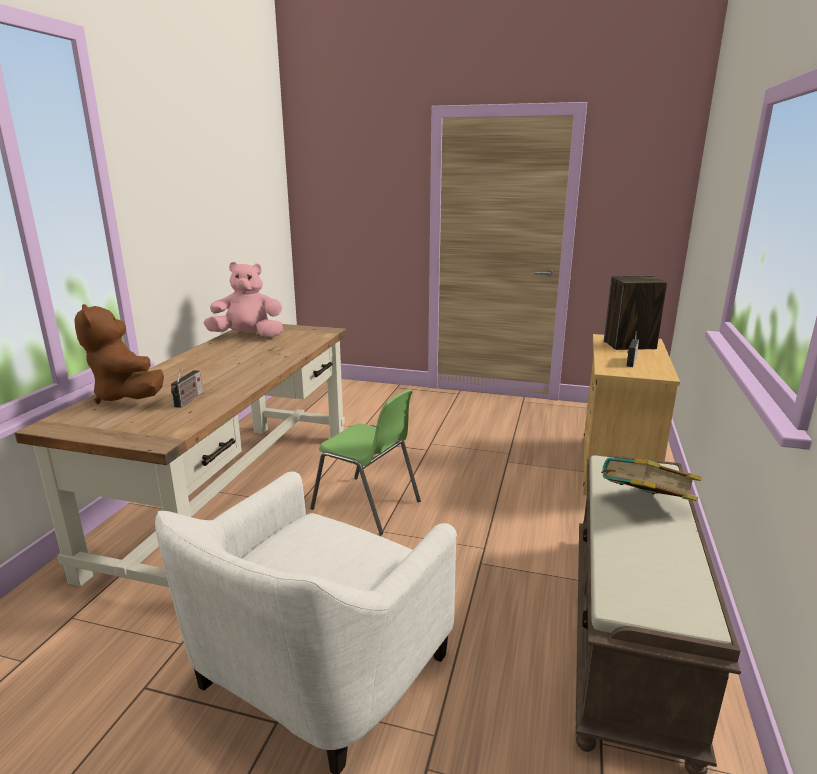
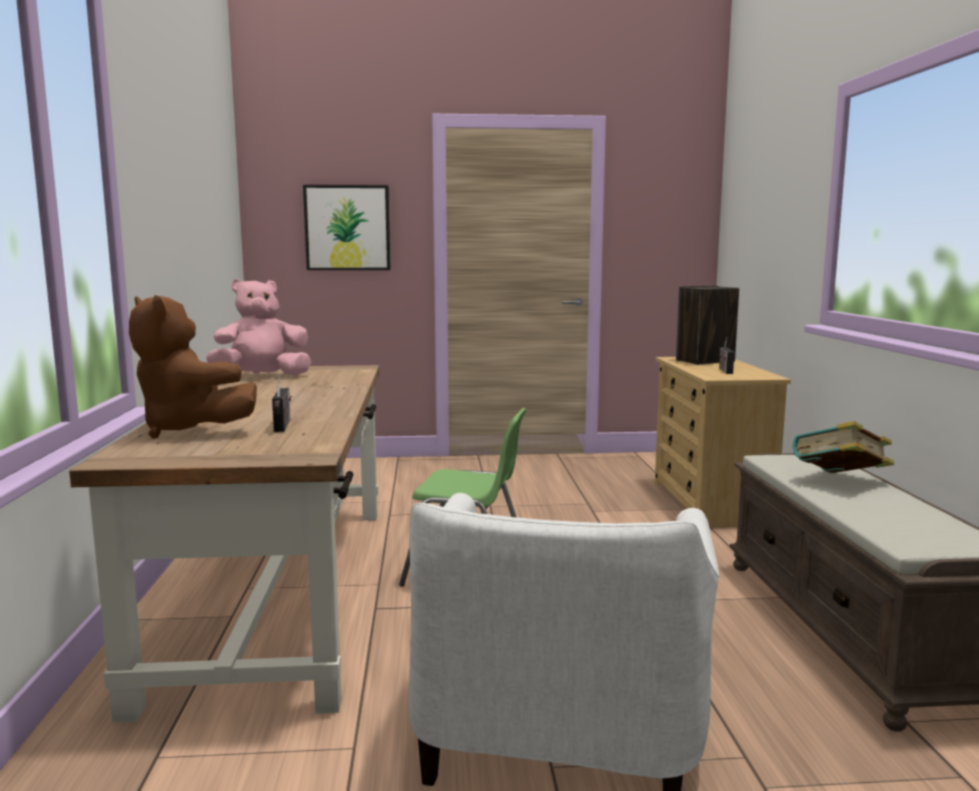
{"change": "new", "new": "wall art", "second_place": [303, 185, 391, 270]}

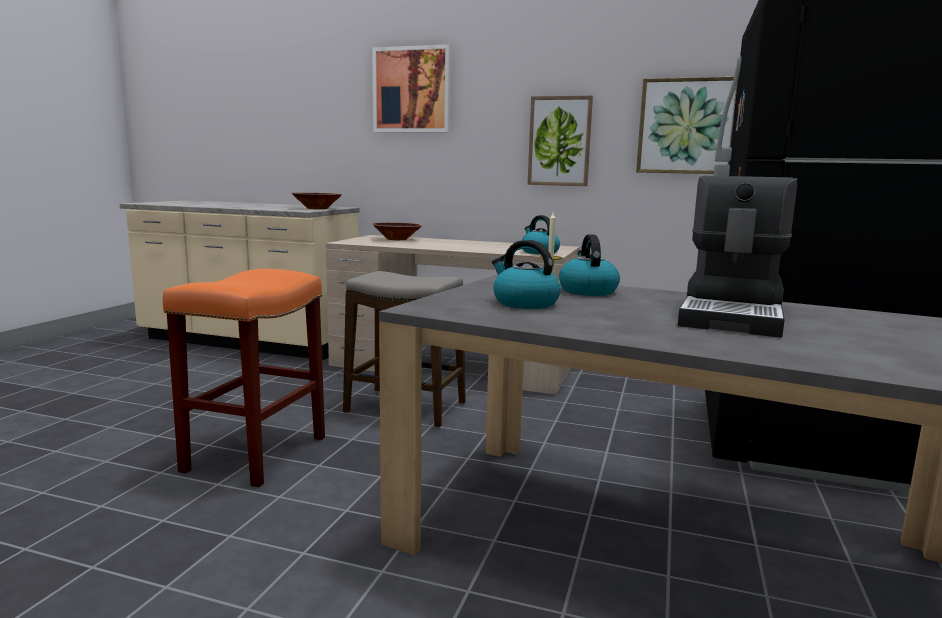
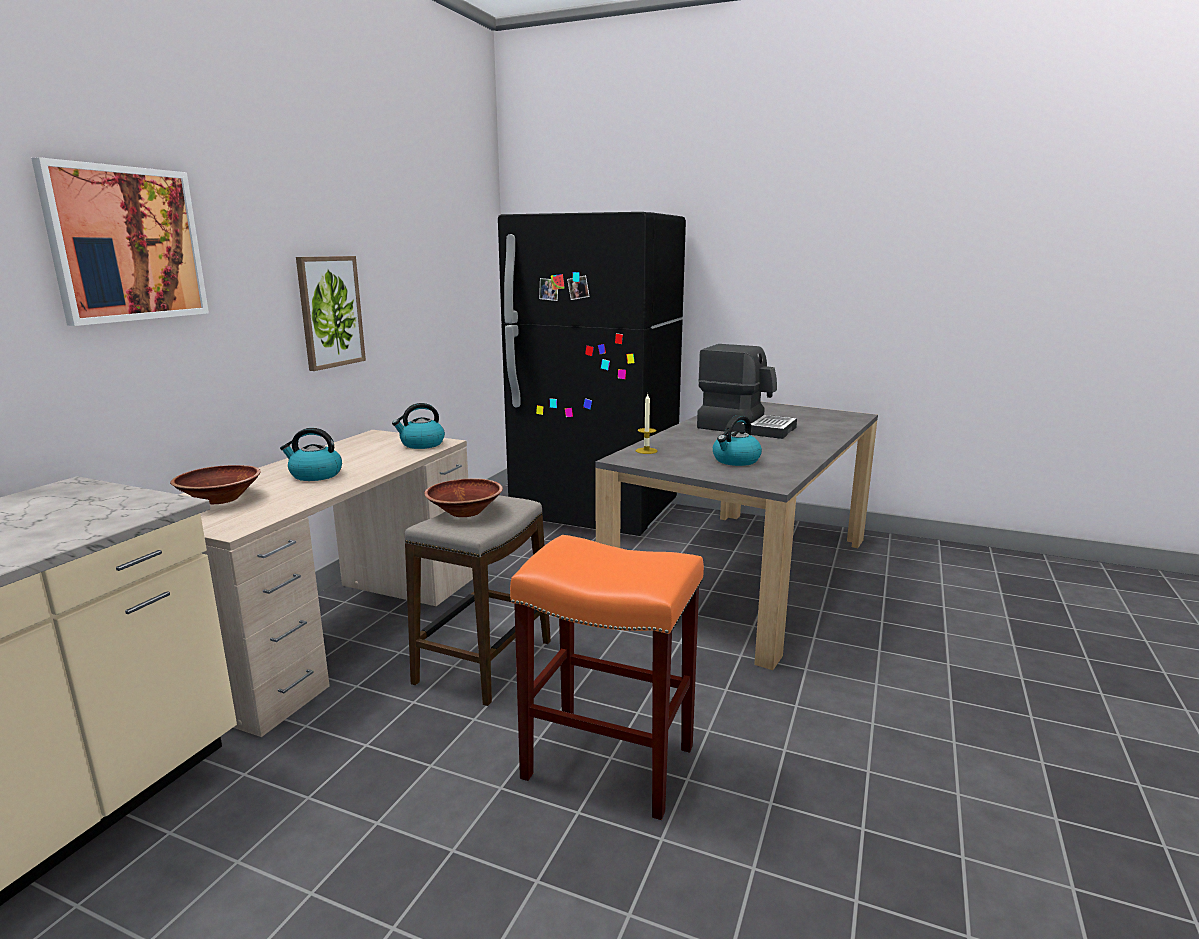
{"change": "gone", "old": "wall art", "first_place": [636, 77, 737, 174]}
{"change": "shifted", "old": "brown-coloured deep dish", "first_place": [292, 193, 342, 209], "second_place": [424, 478, 503, 517]}
{"change": "shifted", "old": "water kettle", "first_place": [559, 234, 620, 296], "second_place": [280, 428, 342, 481]}

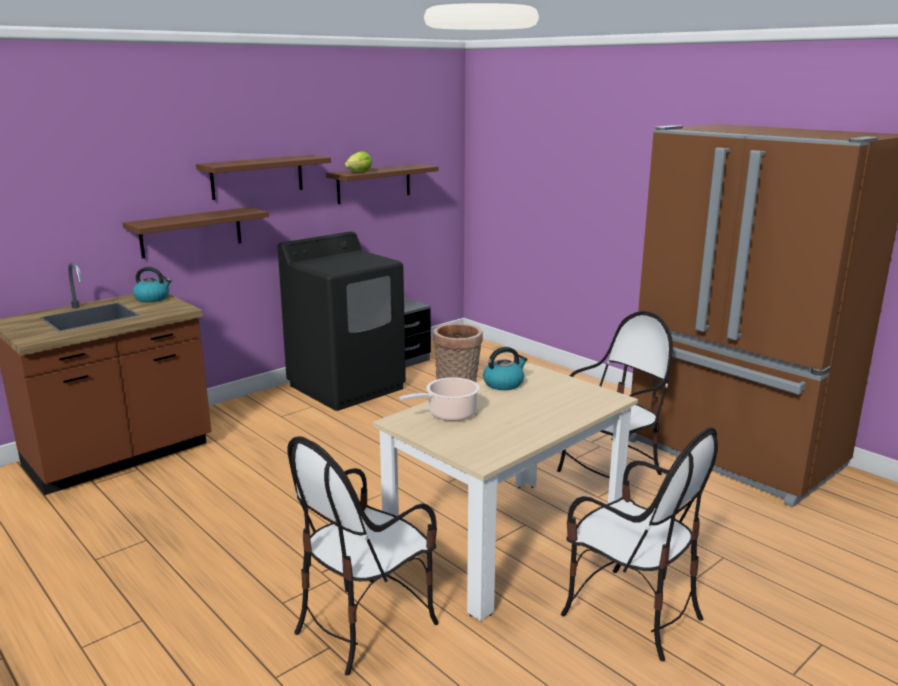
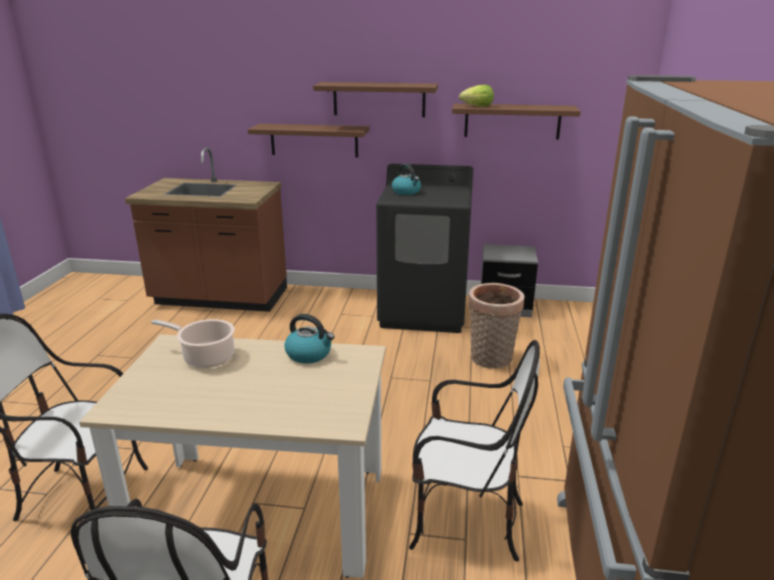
{"change": "shifted", "old": "water kettle", "first_place": [133, 267, 172, 302], "second_place": [392, 164, 421, 195]}

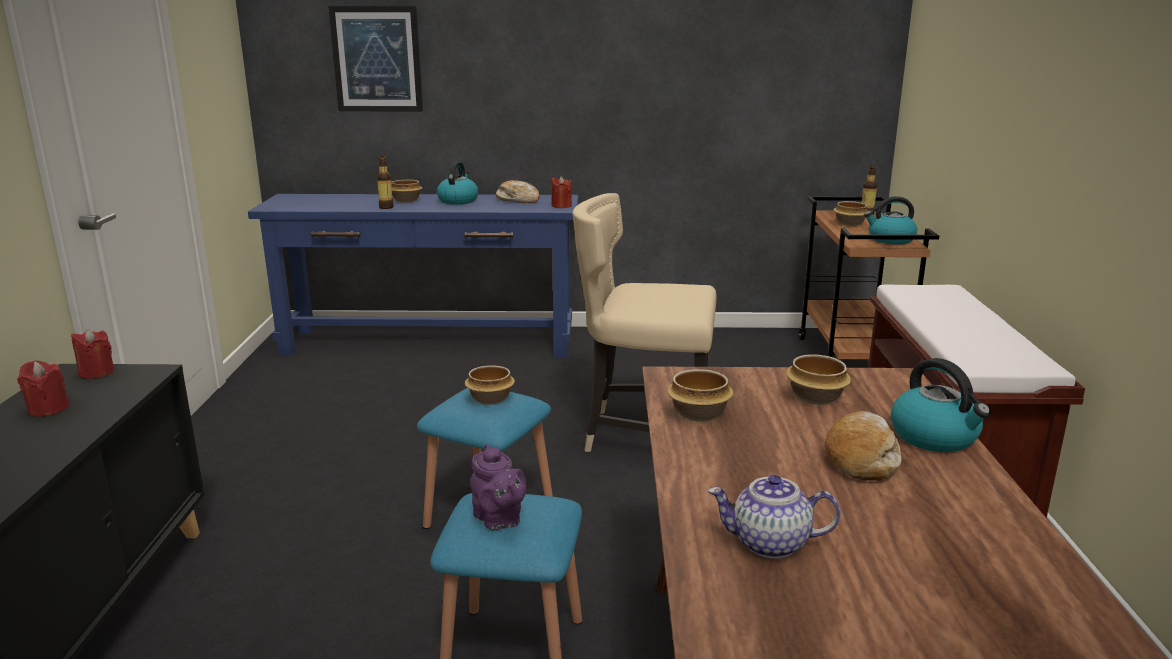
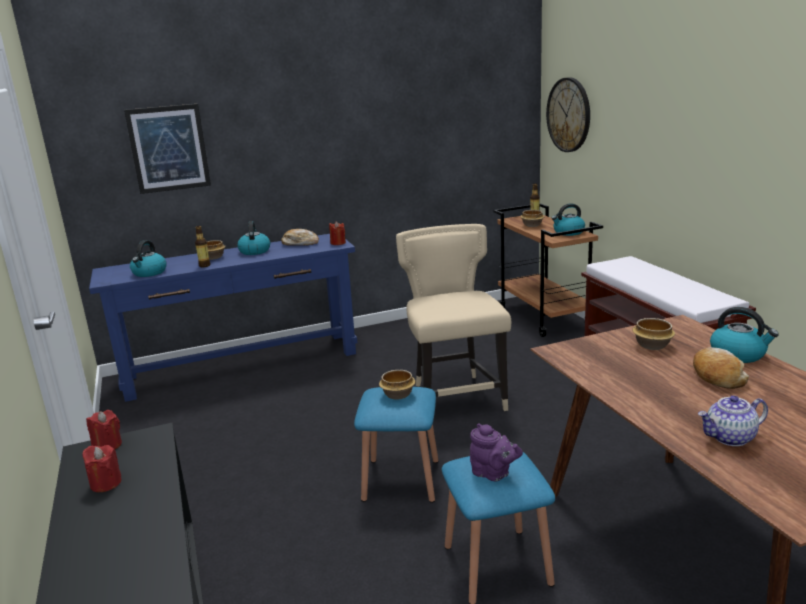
{"change": "rotated", "old": "sand-coloured upright chair", "first_place": [572, 193, 717, 452], "second_place": [396, 224, 511, 411], "degrees": 90}
{"change": "gone", "old": "deep dish", "first_place": [667, 369, 733, 422]}
{"change": "new", "new": "hanging clock", "second_place": [546, 77, 590, 152]}
{"change": "new", "new": "water kettle", "second_place": [130, 240, 167, 277]}

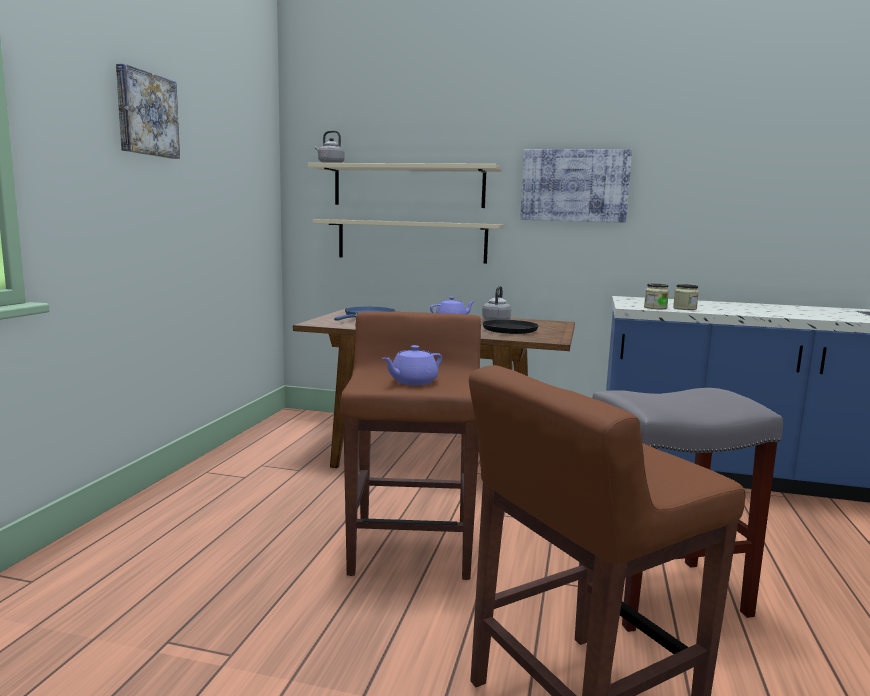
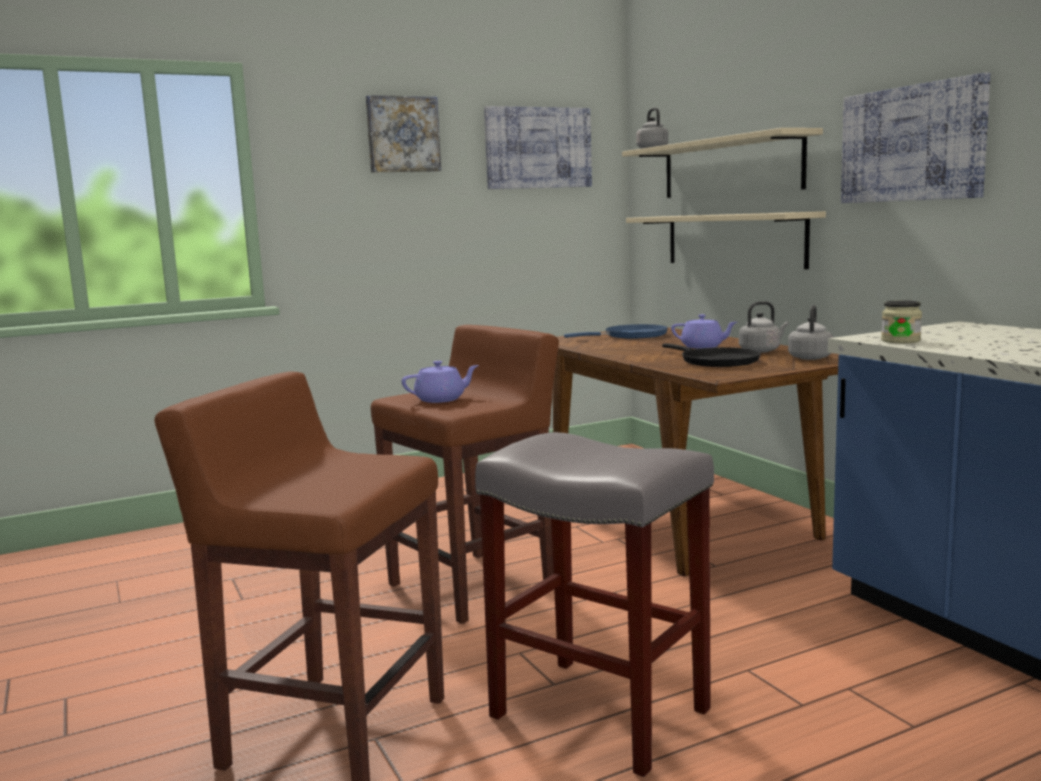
{"change": "gone", "old": "jar", "first_place": [673, 284, 699, 310]}
{"change": "rotated", "old": "purple teapot", "first_place": [382, 345, 442, 385], "second_place": [402, 361, 479, 403], "degrees": 150}
{"change": "new", "new": "wall art", "second_place": [484, 106, 592, 189]}
{"change": "new", "new": "grey water kettle", "second_place": [788, 305, 833, 360]}

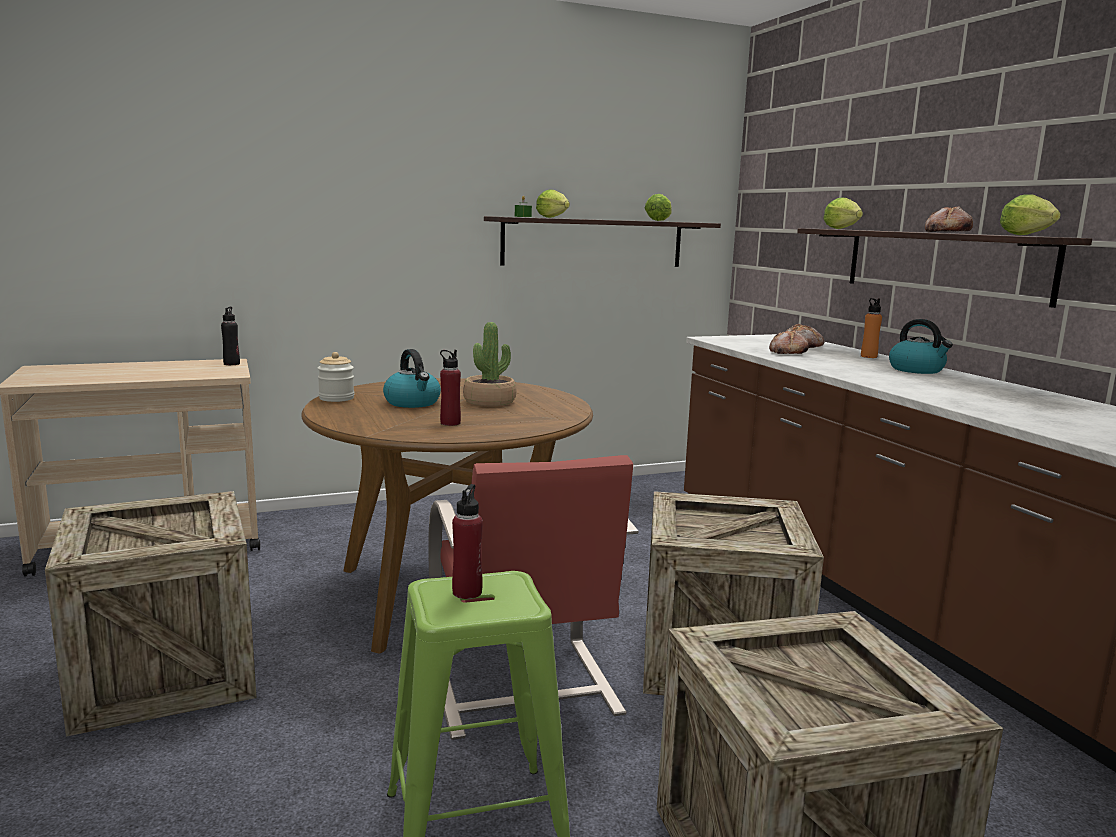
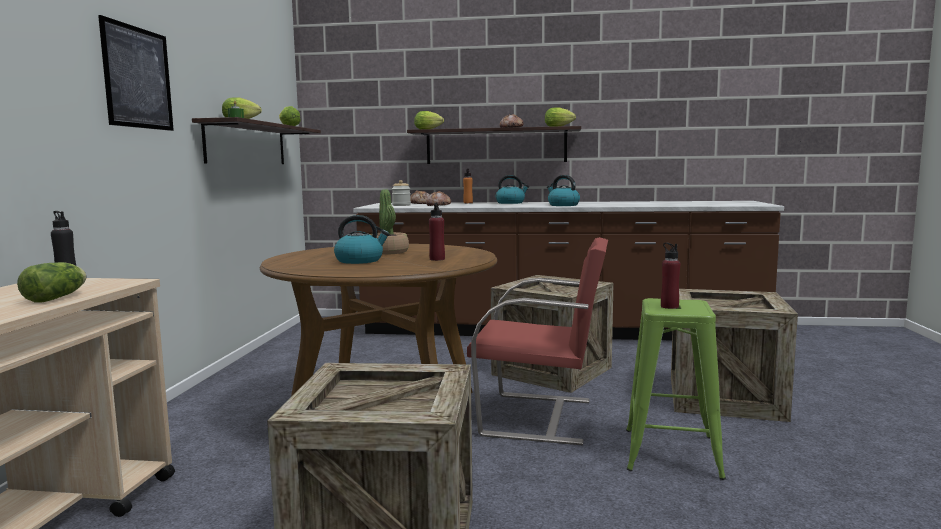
{"change": "shifted", "old": "jar", "first_place": [318, 352, 354, 402], "second_place": [392, 180, 411, 206]}
{"change": "new", "new": "wall art", "second_place": [98, 15, 174, 131]}
{"change": "new", "new": "water kettle", "second_place": [547, 175, 580, 206]}
{"change": "new", "new": "head of lettuce", "second_place": [17, 262, 86, 303]}

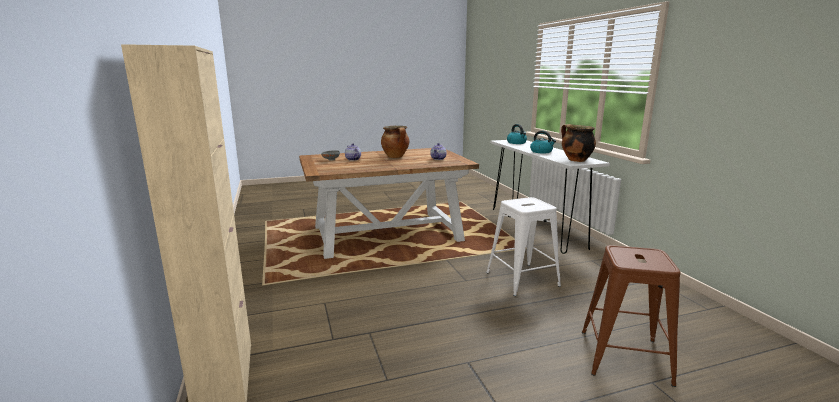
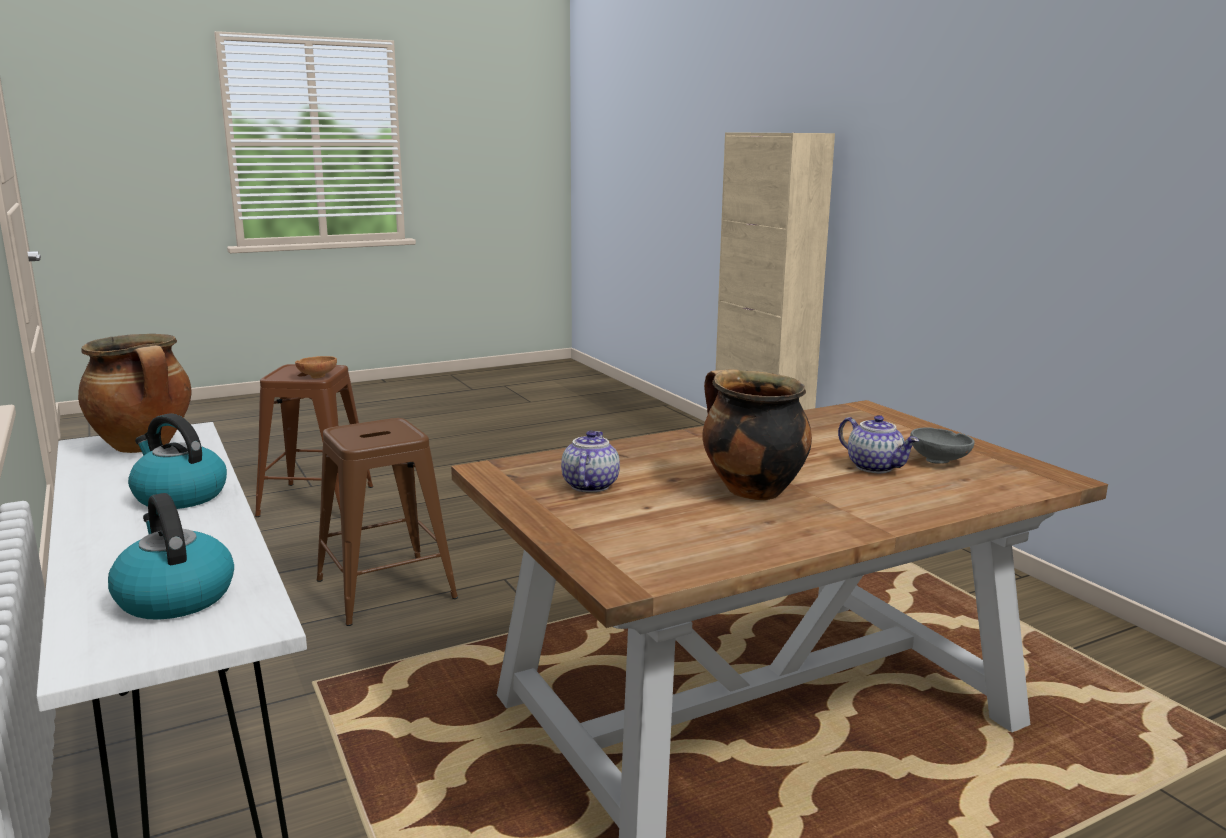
{"change": "repainted", "old": "white-coloured stool seat", "new": "brown-coloured stool seat", "first_place": [486, 197, 561, 296], "second_place": [316, 418, 458, 626]}
{"change": "new", "new": "brown-coloured deep dish", "second_place": [295, 356, 337, 378]}

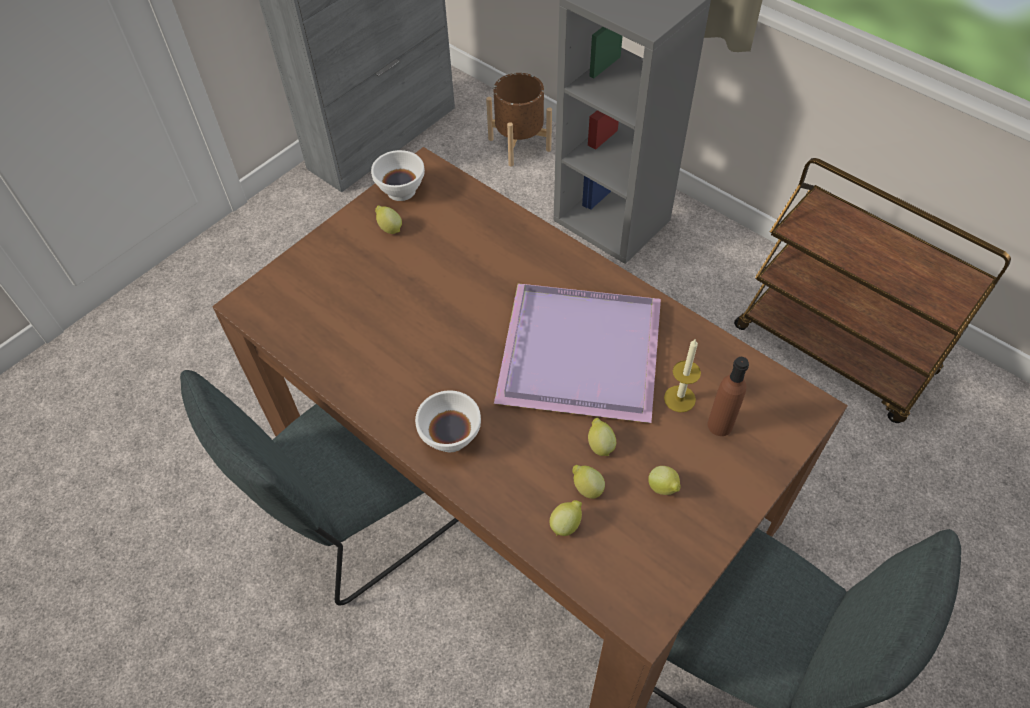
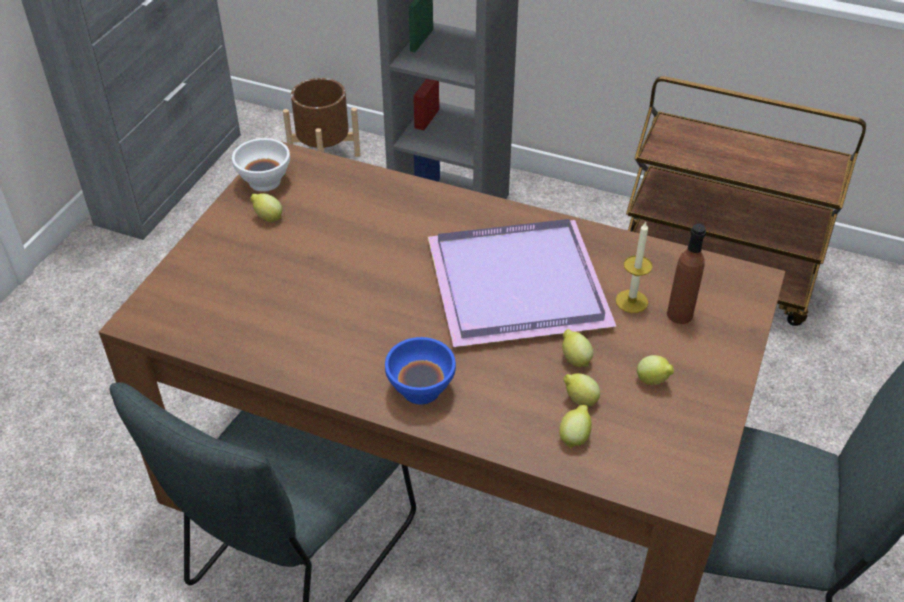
{"change": "repainted", "old": "white-coloured deep dish", "new": "bluish deep dish", "first_place": [415, 391, 481, 452], "second_place": [385, 337, 456, 405]}

